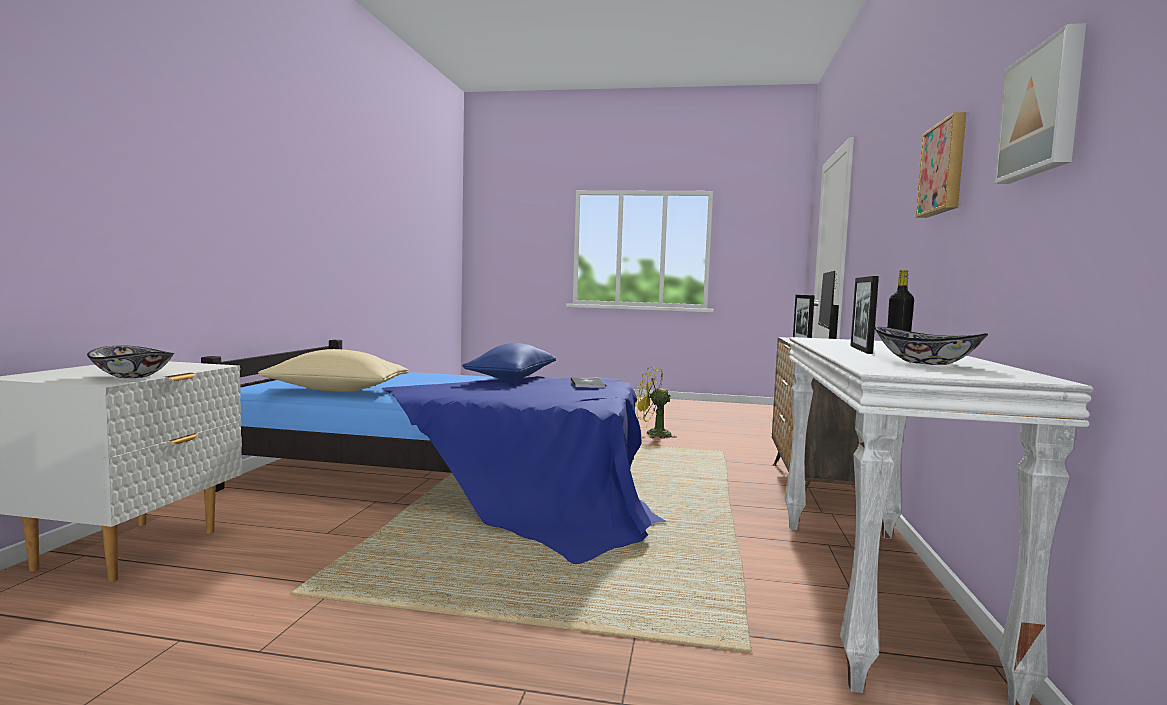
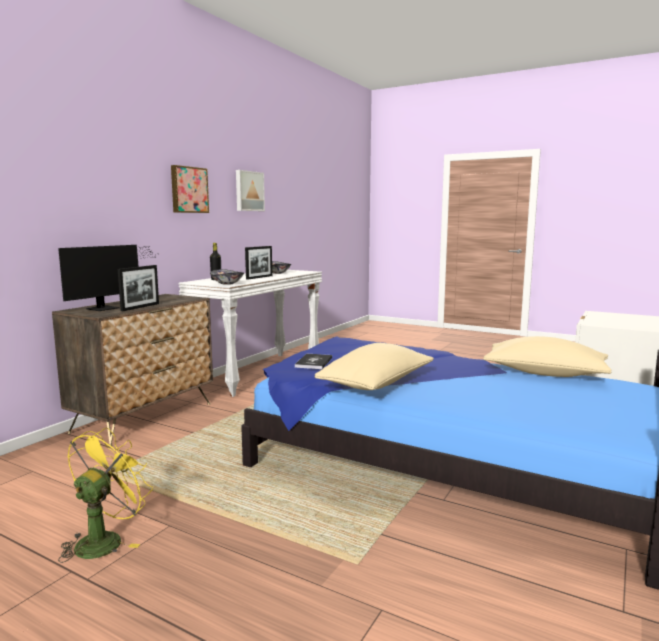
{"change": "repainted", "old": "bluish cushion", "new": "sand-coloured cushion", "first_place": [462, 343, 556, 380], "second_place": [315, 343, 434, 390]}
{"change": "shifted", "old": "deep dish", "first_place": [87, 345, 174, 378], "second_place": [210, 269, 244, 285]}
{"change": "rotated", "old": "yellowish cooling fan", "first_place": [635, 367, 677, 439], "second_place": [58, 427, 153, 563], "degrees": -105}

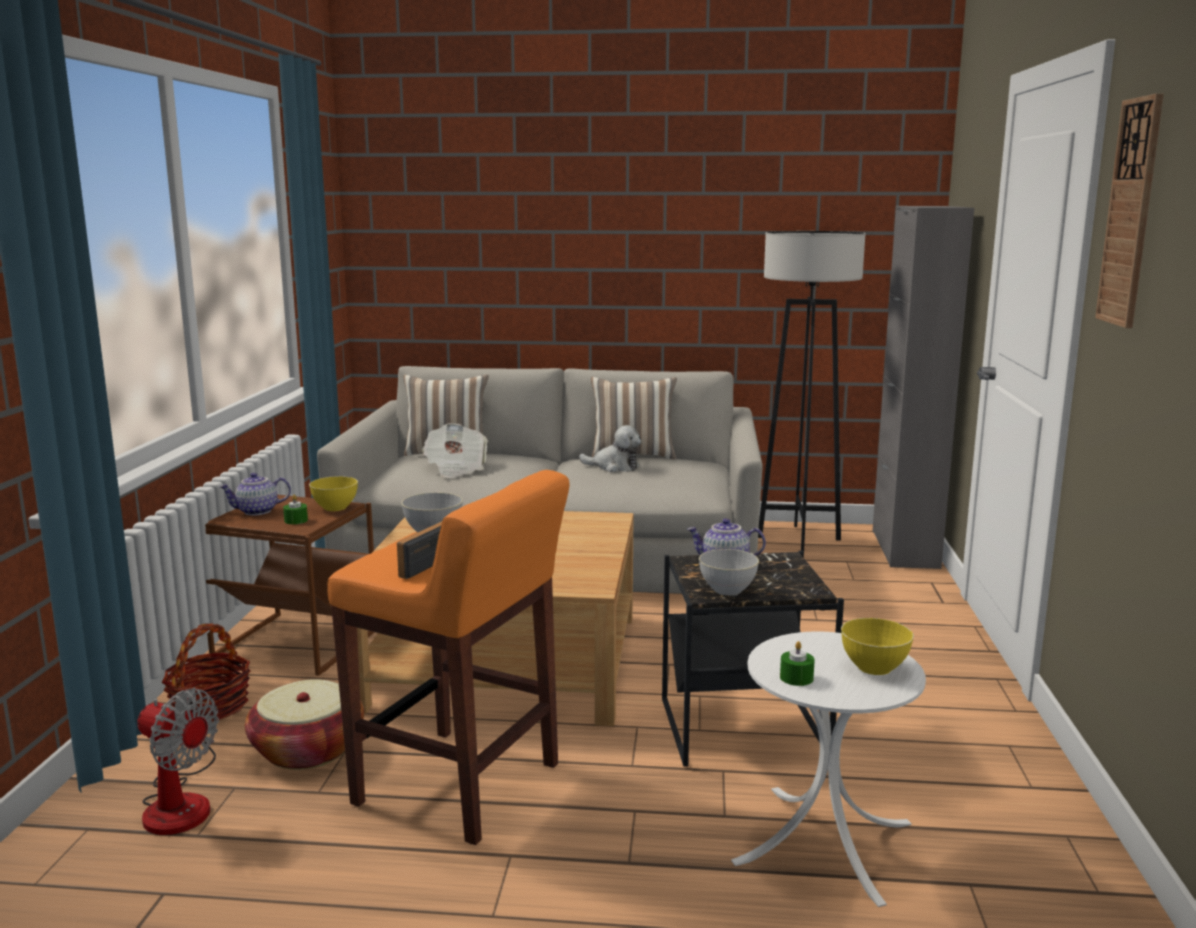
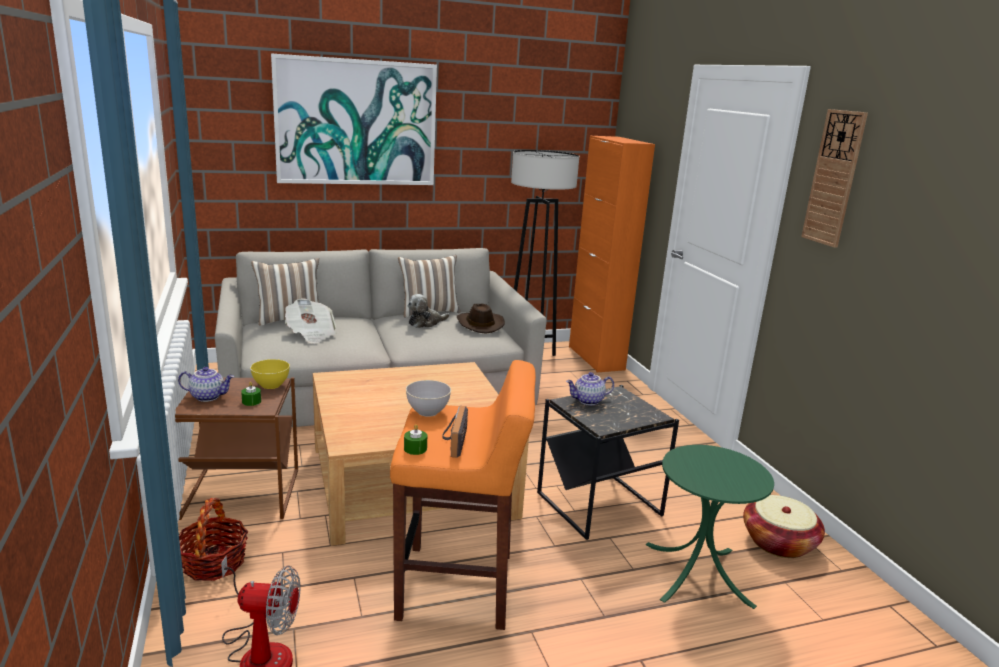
{"change": "repainted", "old": "grey storage cabinet", "new": "orange-coloured storage cabinet", "first_place": [872, 206, 974, 569], "second_place": [569, 136, 655, 372]}
{"change": "rotated", "old": "plush toy", "first_place": [579, 425, 642, 472], "second_place": [408, 294, 450, 328], "degrees": 150}
{"change": "rotated", "old": "teapot", "first_place": [219, 473, 291, 515], "second_place": [178, 367, 234, 402], "degrees": -135}
{"change": "gone", "old": "grey deep dish", "first_place": [699, 549, 759, 595]}
{"change": "gone", "old": "yellowish deep dish", "first_place": [841, 618, 914, 675]}
{"change": "repainted", "old": "white-coloured accent table", "new": "green-coloured accent table", "first_place": [731, 632, 926, 907], "second_place": [646, 445, 774, 609]}
{"change": "shifted", "old": "green-coloured wax candle", "first_place": [780, 641, 815, 686], "second_place": [404, 424, 427, 455]}
{"change": "shifted", "old": "household basket", "first_place": [245, 679, 364, 770], "second_place": [743, 495, 825, 558]}
{"change": "new", "new": "wall art", "second_place": [271, 53, 437, 185]}
{"change": "new", "new": "brown-coloured wearable hat", "second_place": [457, 304, 505, 333]}

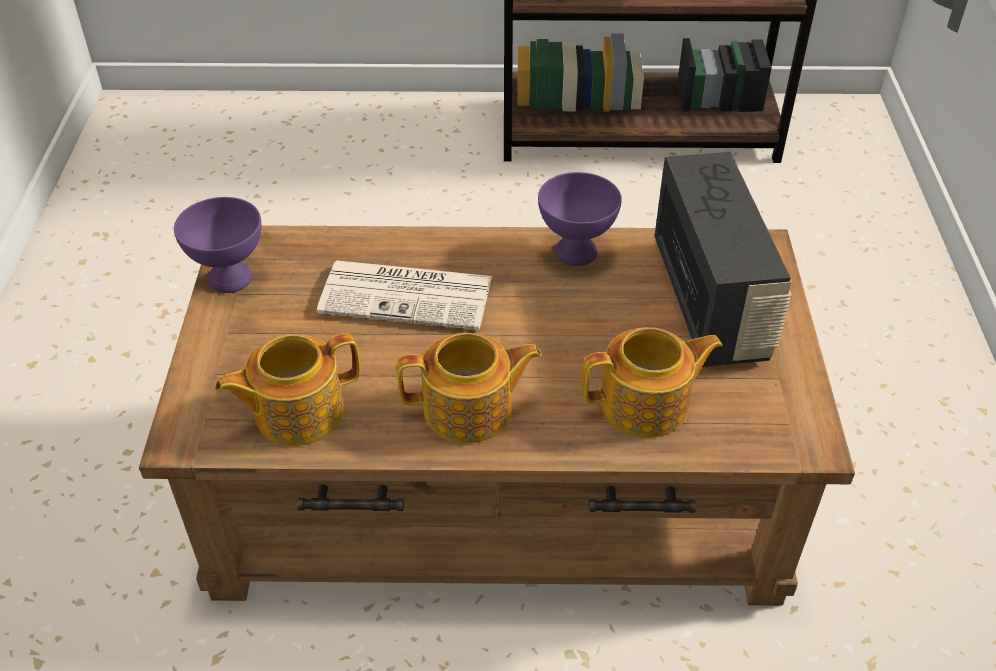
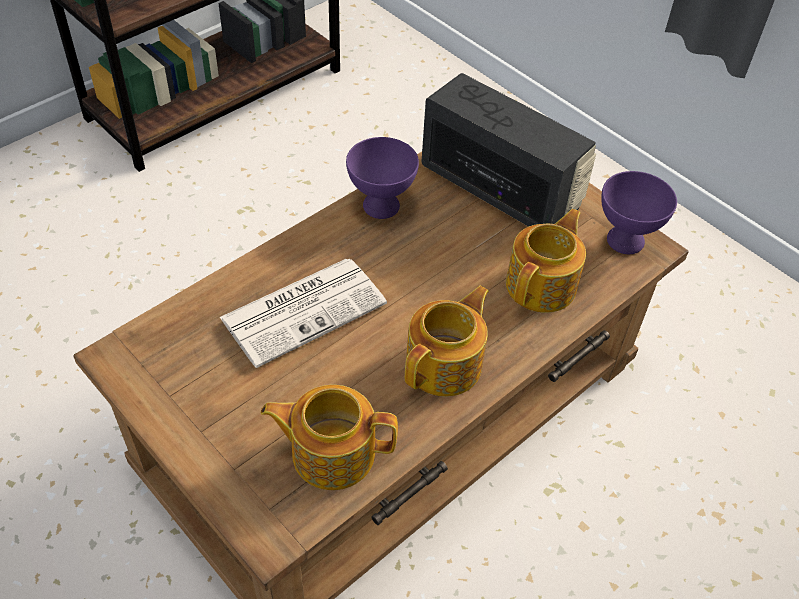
{"change": "shifted", "old": "purple deep dish", "first_place": [174, 197, 261, 293], "second_place": [601, 171, 677, 254]}
{"change": "rotated", "old": "teapot", "first_place": [215, 333, 360, 446], "second_place": [260, 385, 398, 490], "degrees": 75}

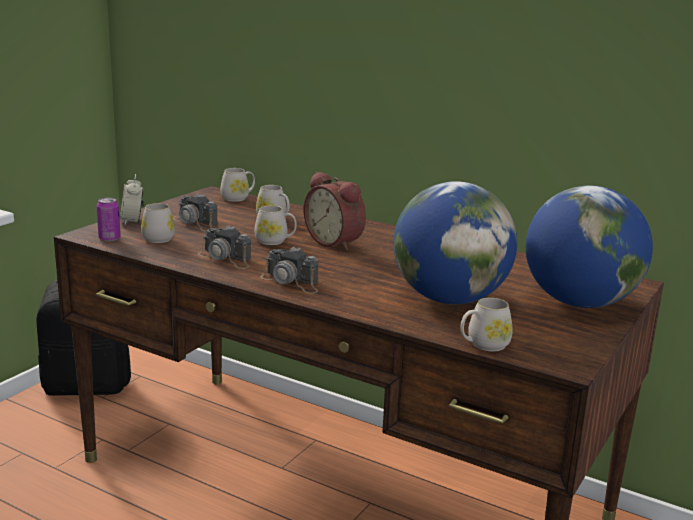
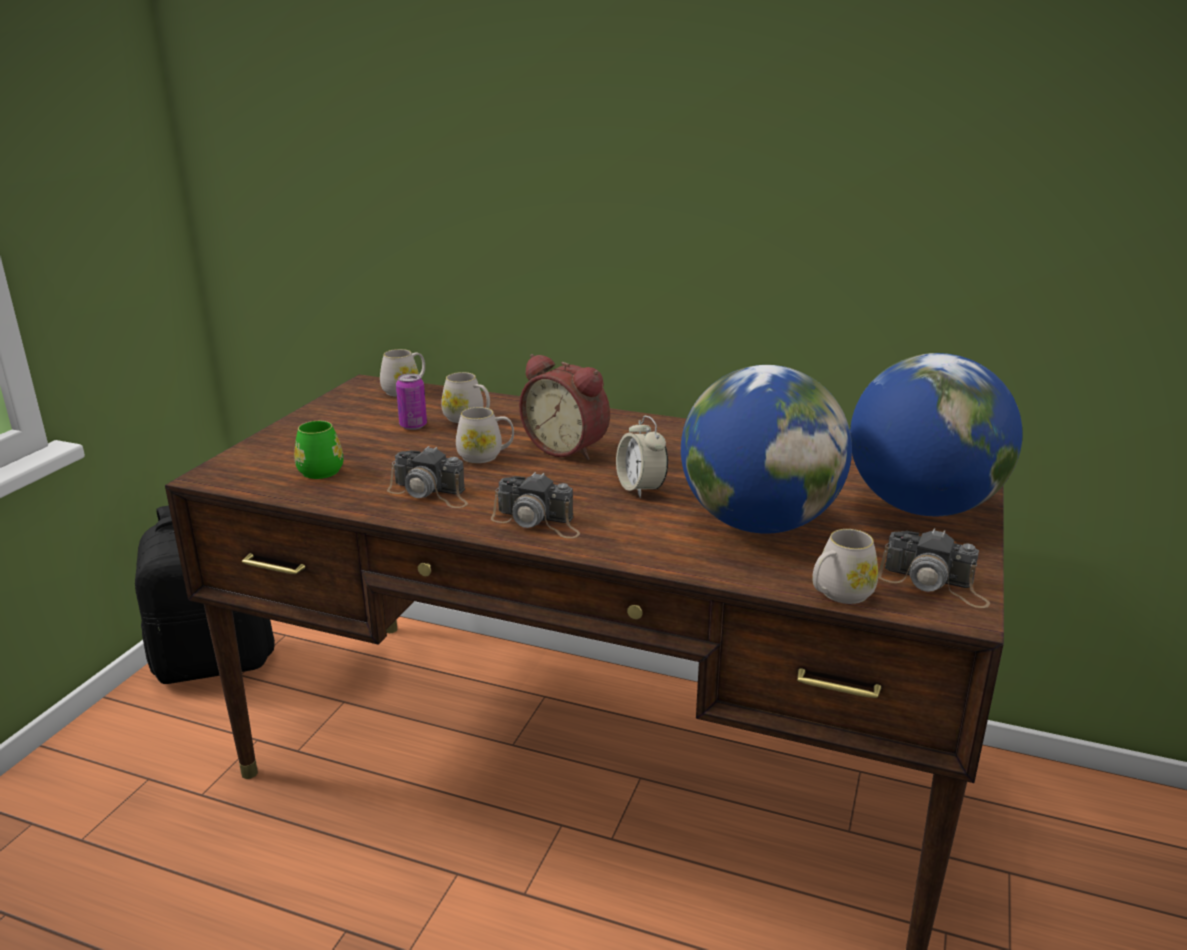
{"change": "shifted", "old": "alarm clock", "first_place": [120, 174, 143, 225], "second_place": [616, 416, 668, 498]}
{"change": "shifted", "old": "still camera", "first_place": [173, 194, 218, 231], "second_place": [878, 528, 990, 608]}
{"change": "shifted", "old": "sealed can", "first_place": [96, 198, 121, 242], "second_place": [396, 373, 427, 430]}
{"change": "repainted", "old": "white-coloured mug", "new": "green-coloured mug", "first_place": [141, 203, 175, 243], "second_place": [294, 421, 343, 479]}

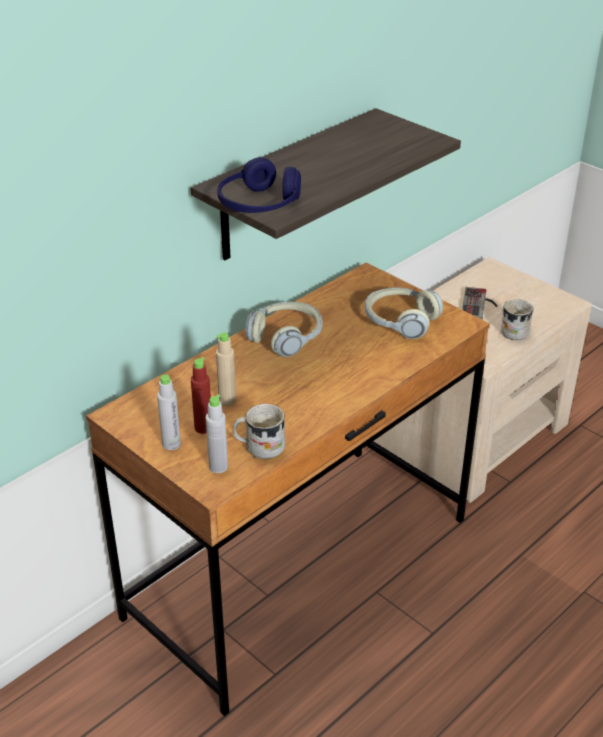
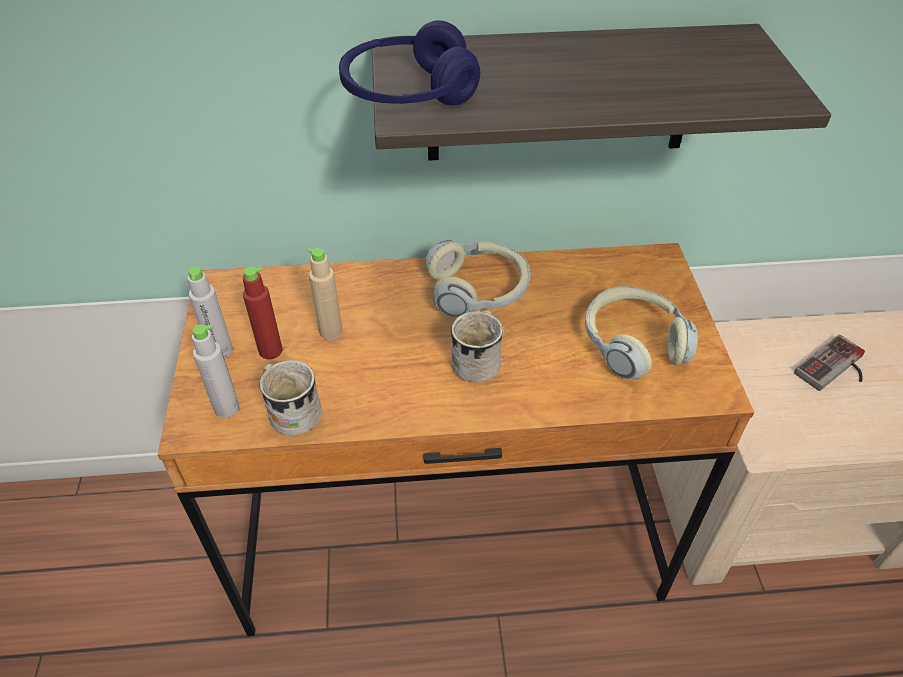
{"change": "shifted", "old": "white-coloured mug", "first_place": [501, 299, 533, 340], "second_place": [451, 311, 503, 383]}

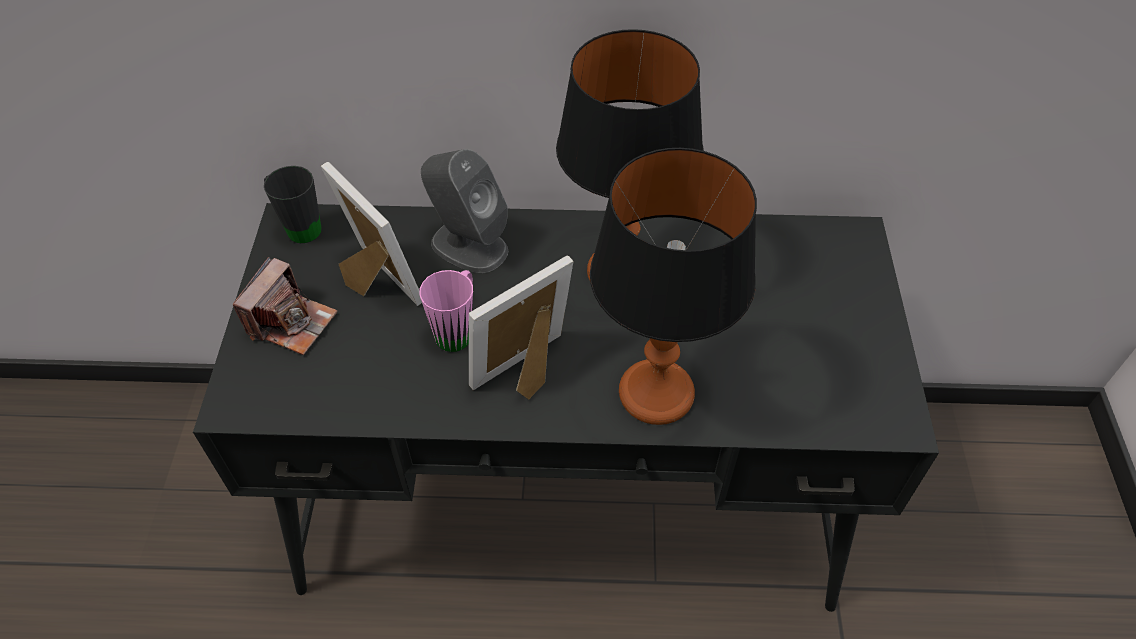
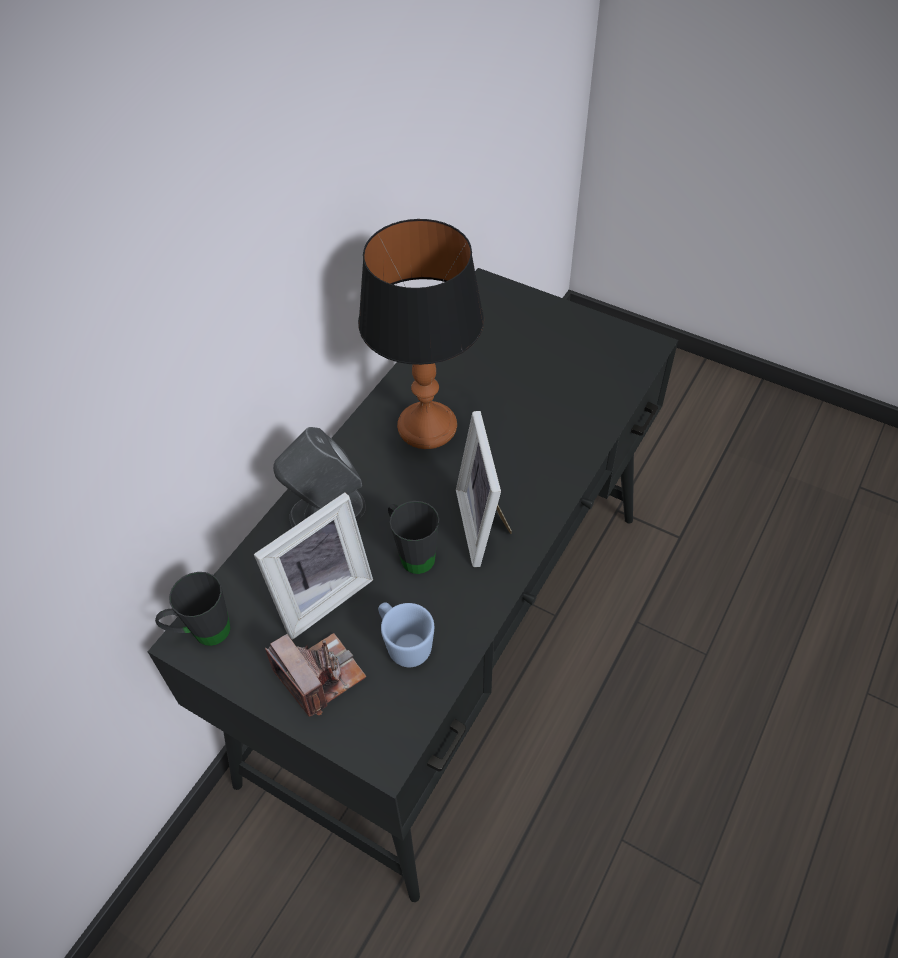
{"change": "gone", "old": "tabletop lamp", "first_place": [590, 148, 757, 425]}
{"change": "rotated", "old": "photo frame", "first_place": [321, 162, 422, 306], "second_place": [254, 492, 373, 640], "degrees": 150}
{"change": "repainted", "old": "pinkish mug", "new": "black mug", "first_place": [419, 270, 473, 352], "second_place": [388, 501, 439, 574]}
{"change": "new", "new": "bluish mug", "second_place": [378, 602, 434, 667]}

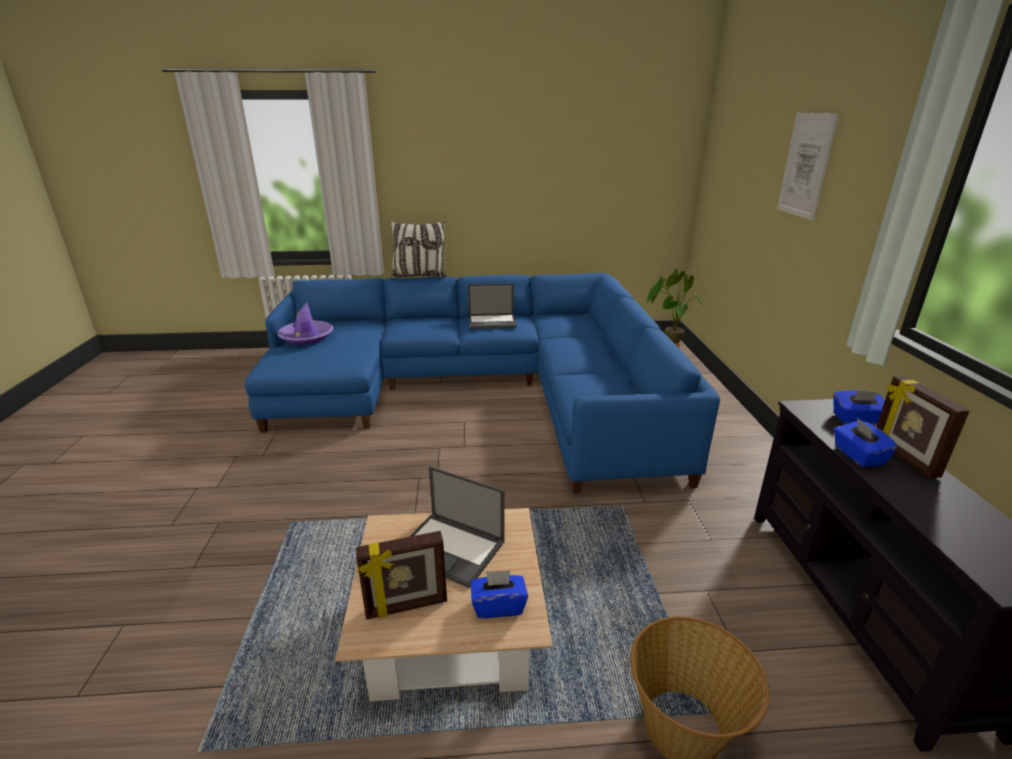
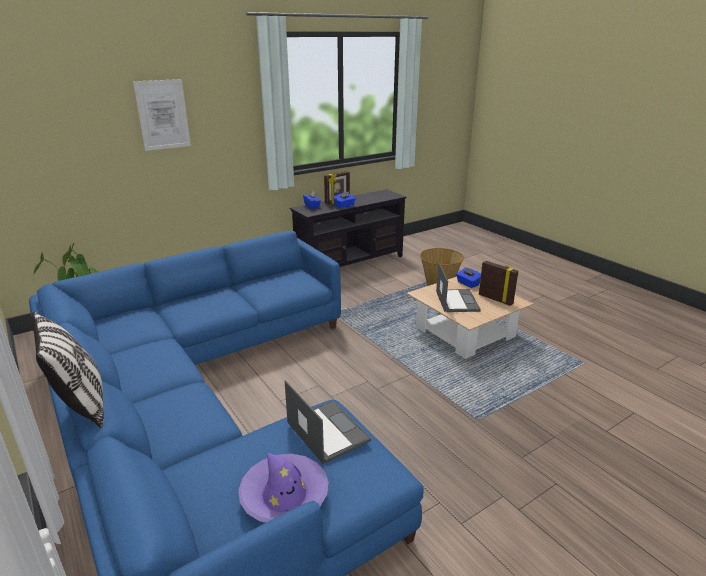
{"change": "shifted", "old": "portable computer", "first_place": [468, 283, 517, 329], "second_place": [285, 380, 371, 464]}

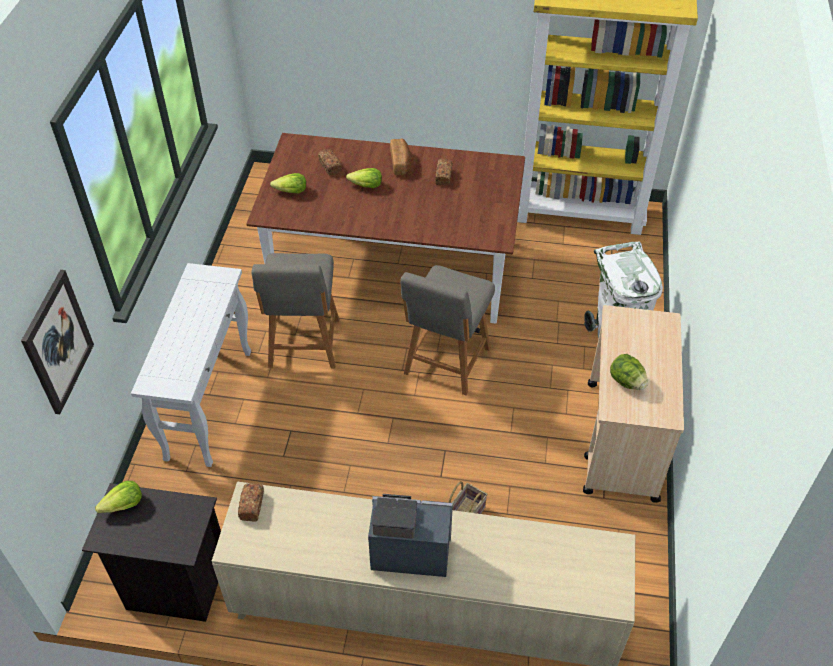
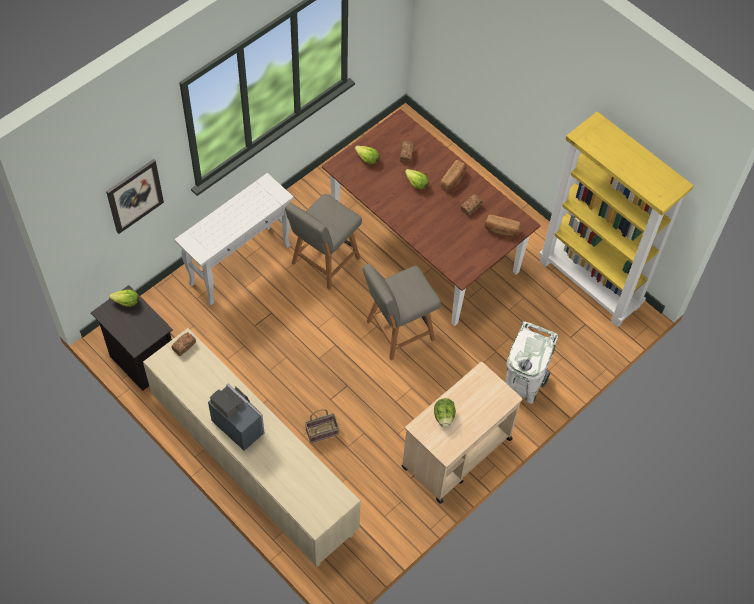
{"change": "new", "new": "bread", "second_place": [485, 215, 520, 237]}

